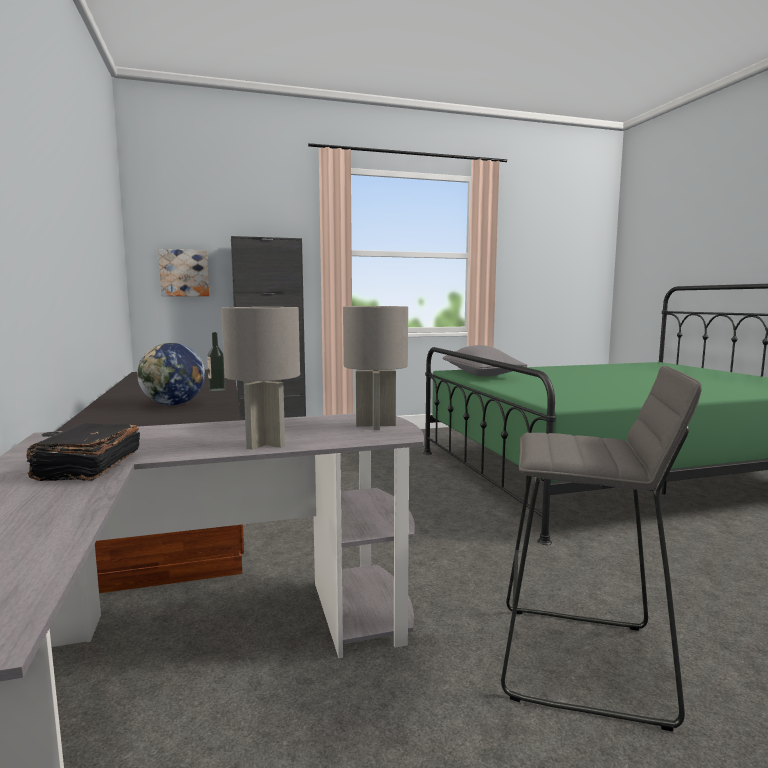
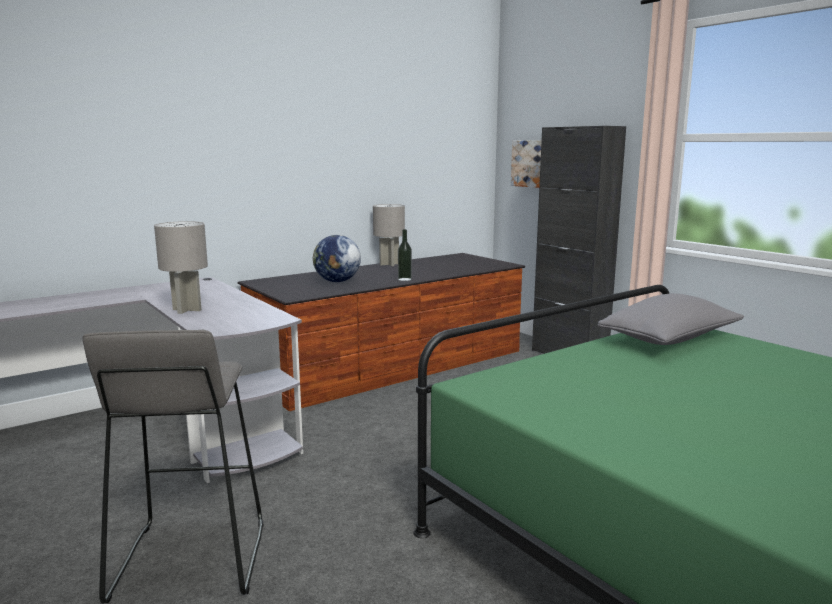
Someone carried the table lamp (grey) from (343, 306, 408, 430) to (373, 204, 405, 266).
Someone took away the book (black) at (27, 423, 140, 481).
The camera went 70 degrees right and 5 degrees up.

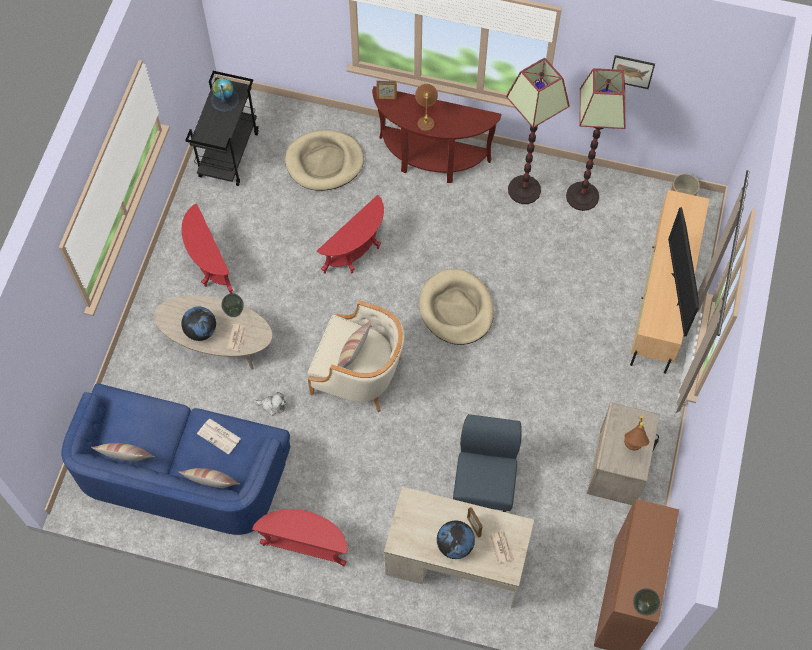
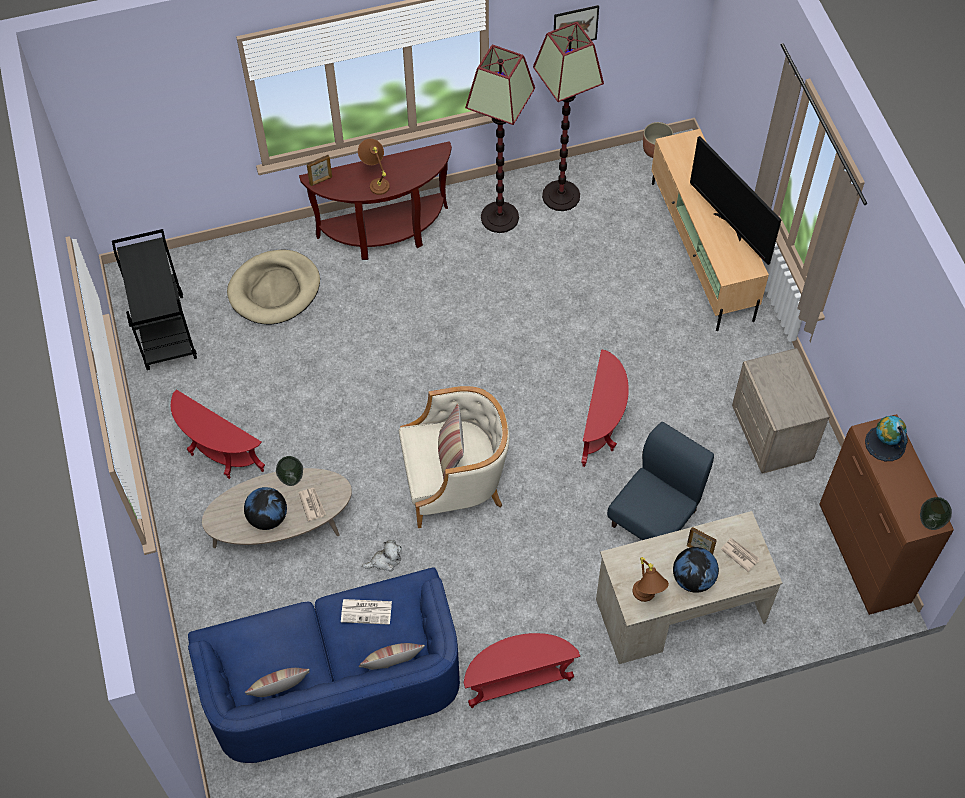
Someone carried the globe from (210, 78, 240, 112) to (865, 416, 908, 461).
Someone carried the side table (red) from (317, 195, 384, 274) to (581, 349, 629, 467).
Someone took away the dog bed (beige) at (419, 269, 494, 345).
Someone rotated the chair (blue) at (453, 414, 522, 512) by 60 degrees clockwise.
Someone carried the table lamp (brown) from (624, 416, 650, 450) to (632, 557, 669, 602).
The camera went 30 degrees left and 5 degrees down.

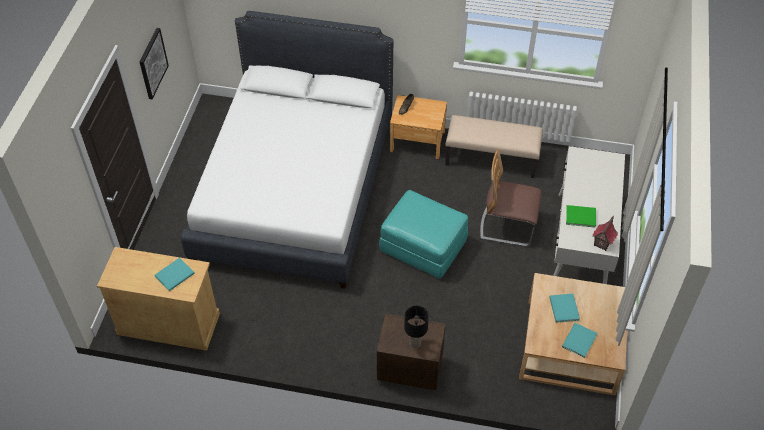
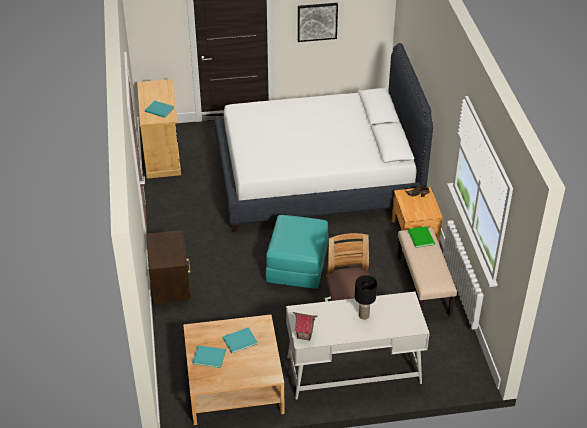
Someone carried the book (green) from (566, 205, 596, 228) to (408, 226, 435, 248).
Someone carried the table lamp (black) from (404, 306, 429, 348) to (355, 275, 377, 320).
The camera went 70 degrees right and 10 degrees down.

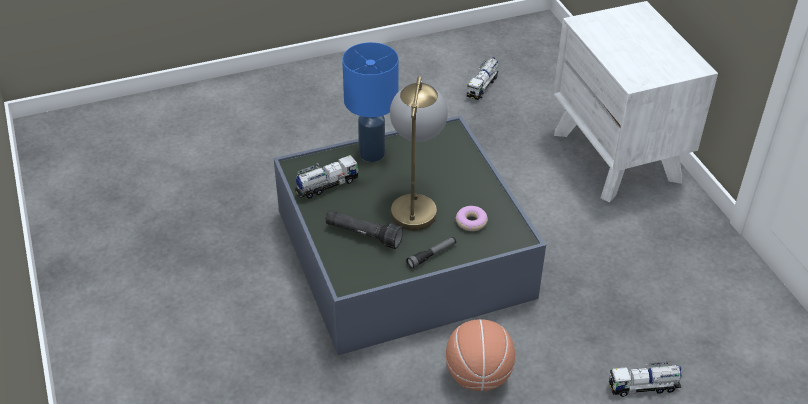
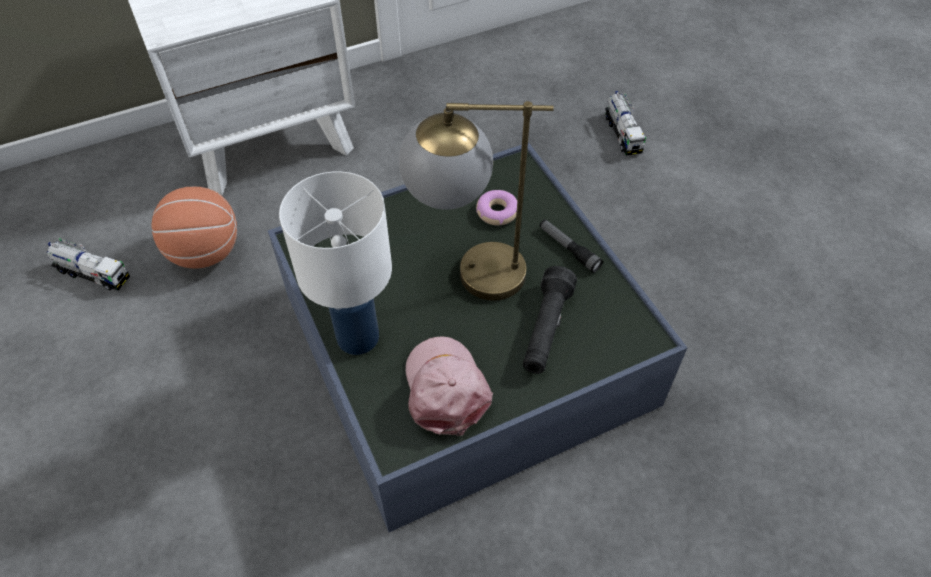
Someone repainted the table lamp (blue) at (342, 42, 399, 162), which became the table lamp (white) at (279, 171, 392, 355).
Someone swapped the toy truck at (294, 155, 358, 199) for the cap (pink) at (405, 337, 493, 436).
Someone carried the basketball from (446, 319, 515, 391) to (151, 186, 237, 269).
The camera went 95 degrees left and 10 degrees up.

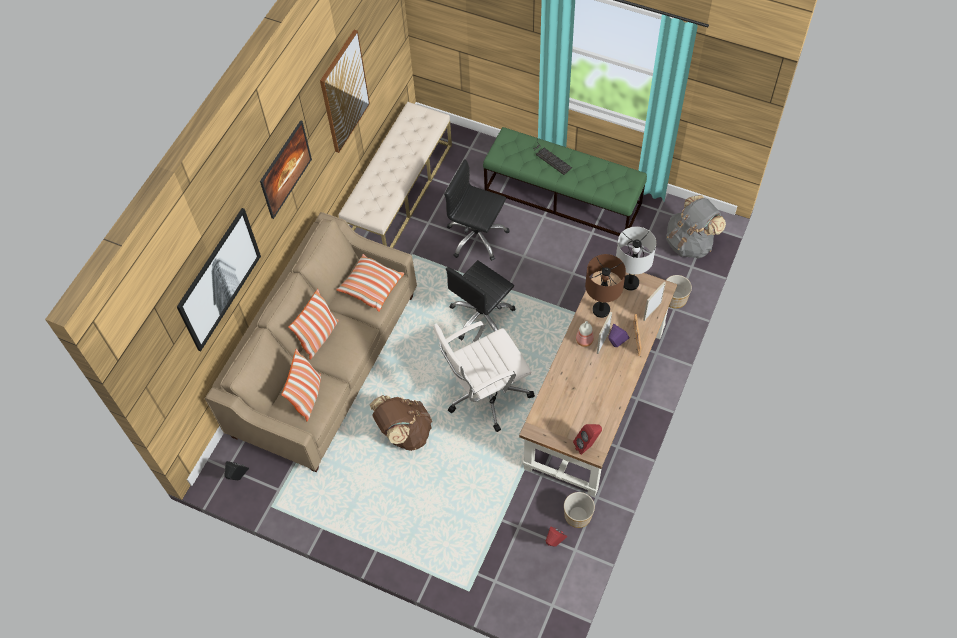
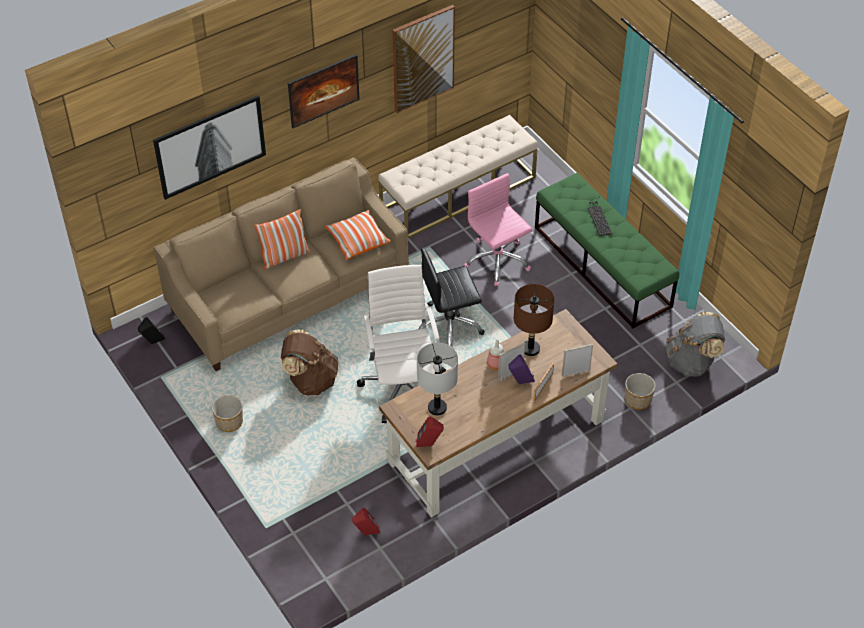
Someone repainted the office chair (black) at (444, 159, 510, 261), which became the office chair (pink) at (464, 173, 532, 286).
Someone carried the table lamp (grey) from (616, 227, 656, 291) to (417, 343, 458, 416).
Someone rotated the office chair (white) at (434, 321, 535, 432) by 75 degrees clockwise.
Someone took away the pillow at (281, 349, 321, 421).
Someone carried the planter from (564, 492, 595, 528) to (212, 395, 243, 432).
The camera went 30 degrees right and 10 degrees down.

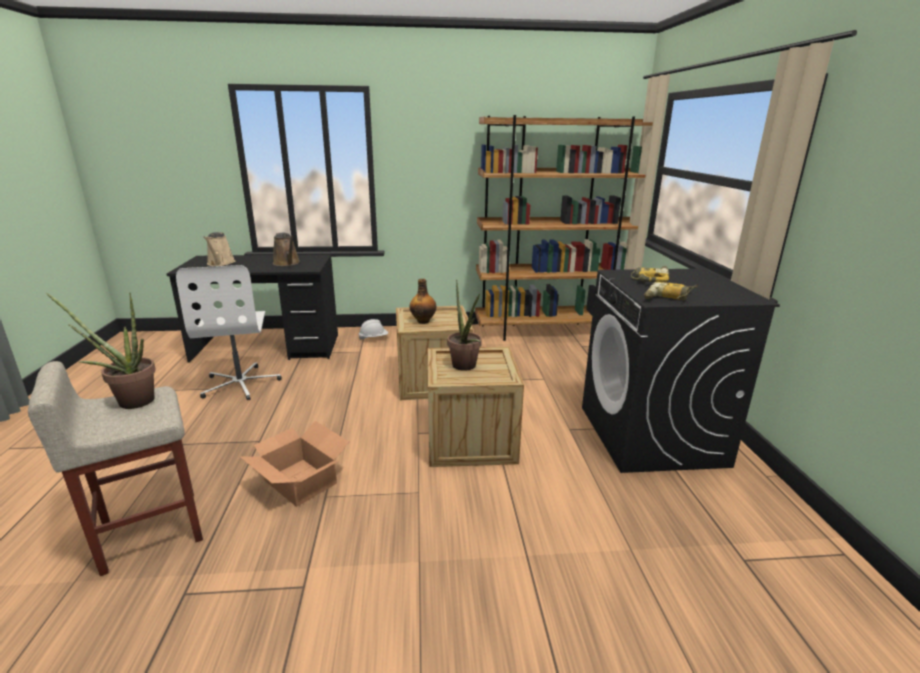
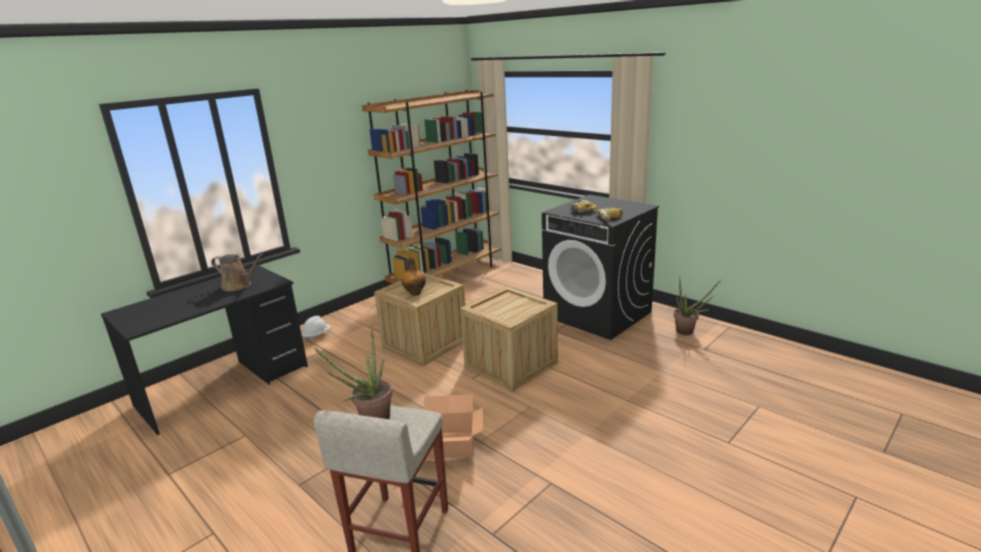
Someone took away the watering can (beige) at (203, 232, 235, 266).
Someone took away the office chair (white) at (176, 265, 282, 400).
Someone carried the potted plant from (447, 280, 482, 371) to (674, 279, 721, 335).
The camera went 40 degrees left and 0 degrees up.

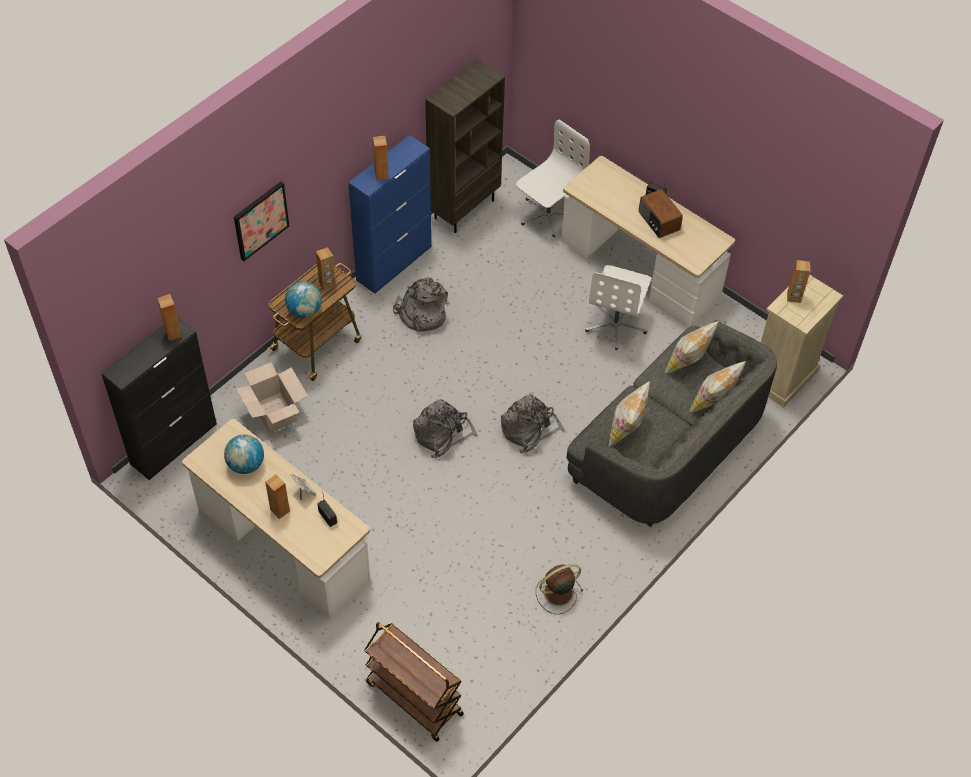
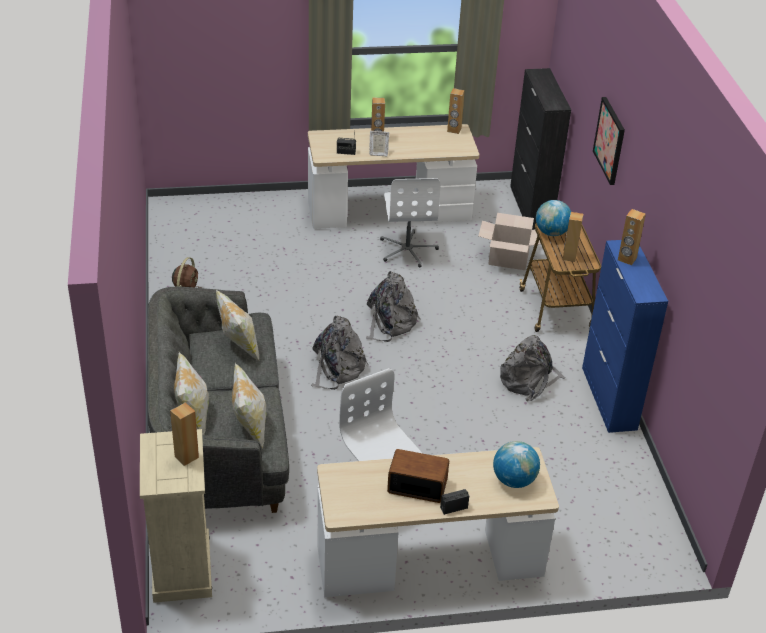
Someone took away the bookcase (brown) at (426, 59, 505, 233).
Someone carried the office chair (white) from (516, 120, 590, 237) to (380, 178, 440, 268).
Someone carried the speaker (brown) from (157, 294, 182, 341) to (447, 88, 465, 134).
Someone carried the globe from (224, 435, 264, 474) to (493, 441, 540, 488).
Someone took away the cart (brown) at (364, 622, 464, 742).
The camera went 130 degrees right and 15 degrees down.

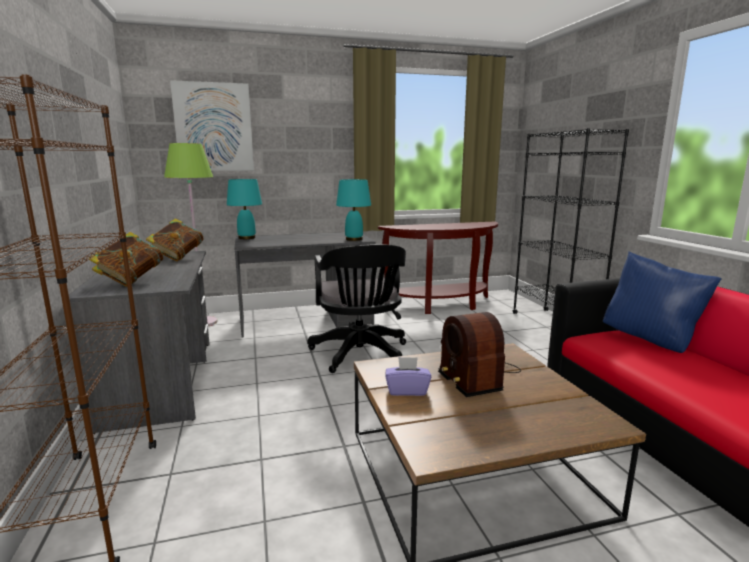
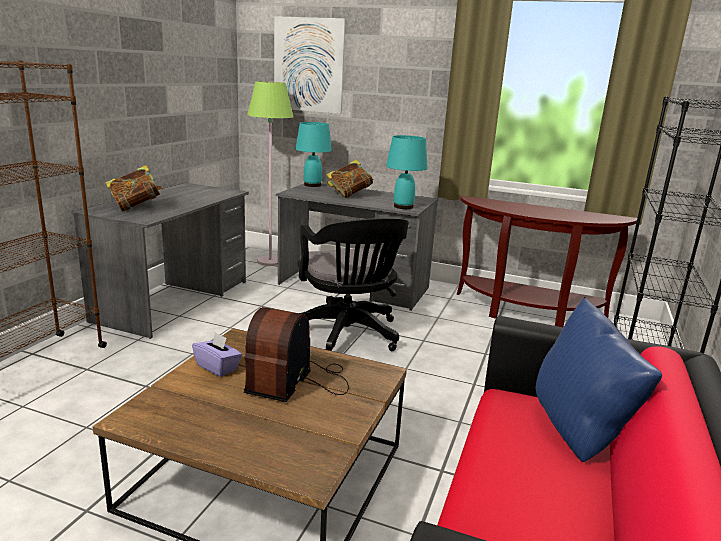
Someone carried the book from (146, 218, 204, 261) to (326, 160, 374, 198).
Someone rotated the office chair (black) at (308, 244, 406, 373) by 45 degrees counterclockwise.
The camera went 35 degrees right and 5 degrees up.

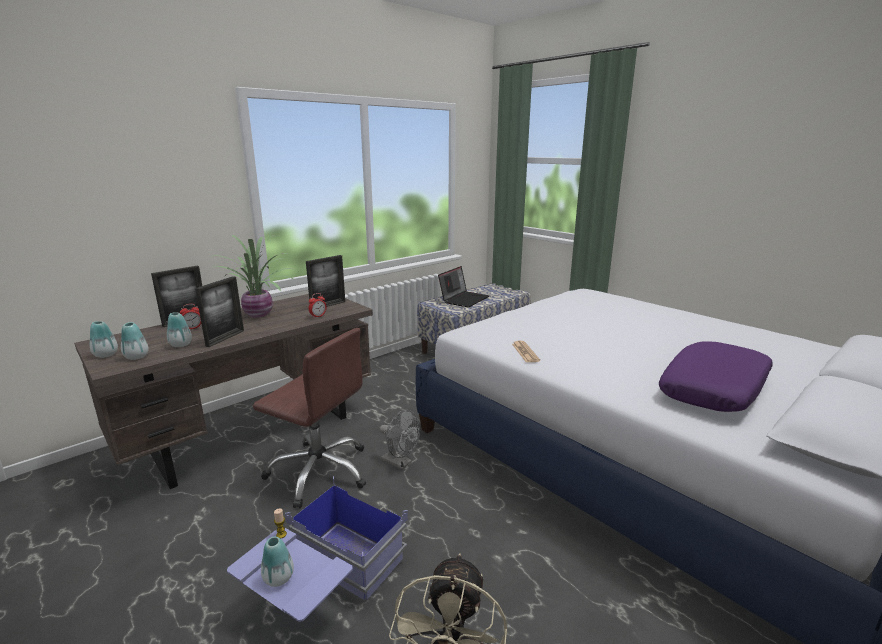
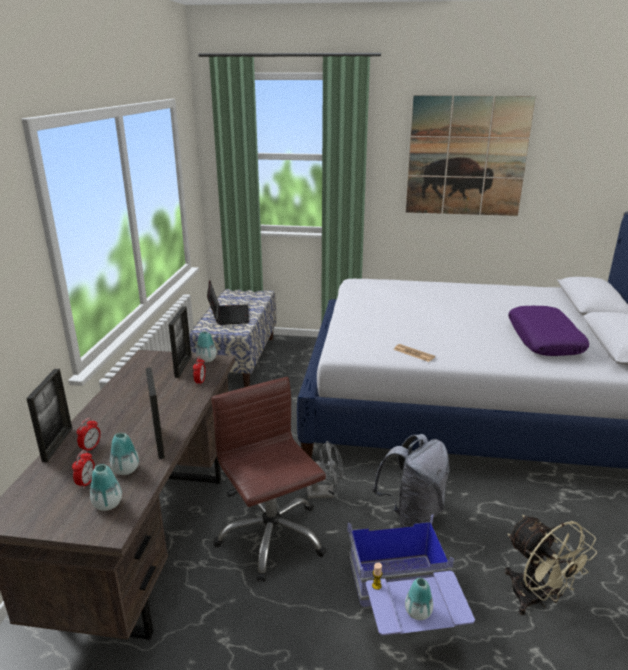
Someone took away the potted plant at (210, 235, 298, 318).
Someone carried the vase from (89, 321, 118, 358) to (196, 331, 216, 363).
Someone rotated the office chair (brown) at (253, 328, 366, 509) by 105 degrees counterclockwise.
Someone put up the picture at (406, 95, 536, 216).
Someone put down the backpack (grey) at (372, 434, 450, 527).
Someone put down the alarm clock at (72, 450, 95, 489).
The camera went 40 degrees left and 5 degrees up.

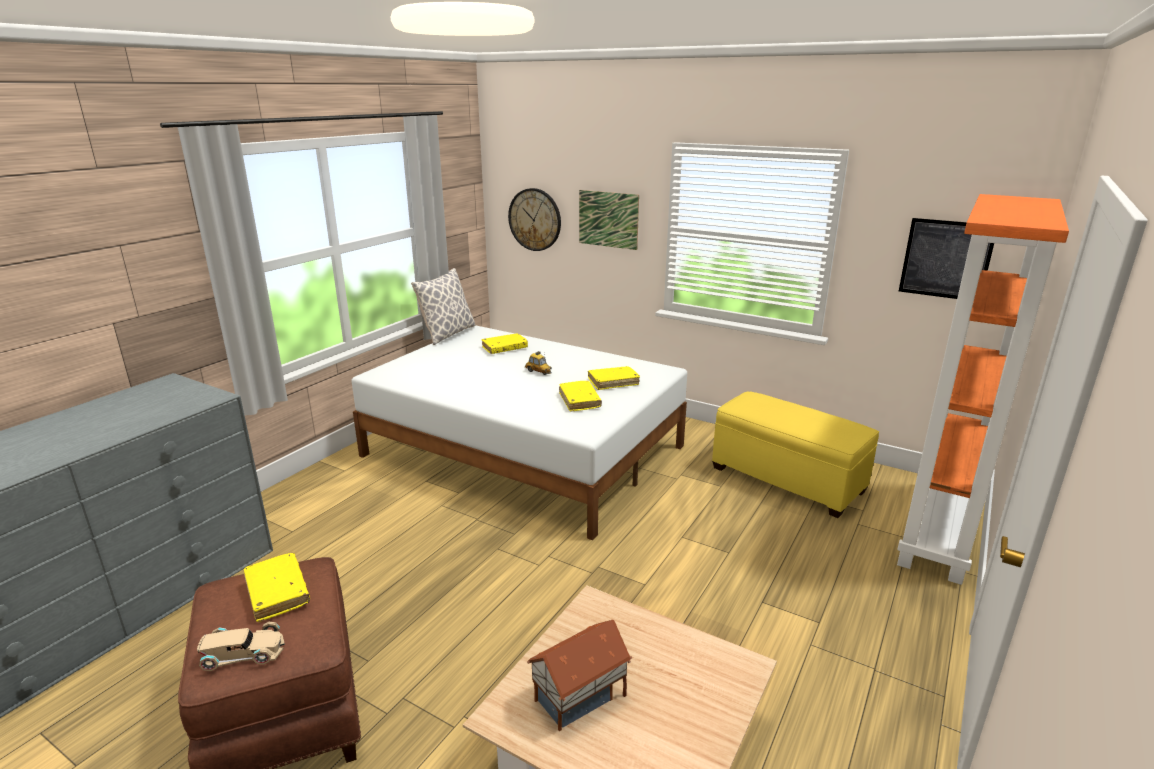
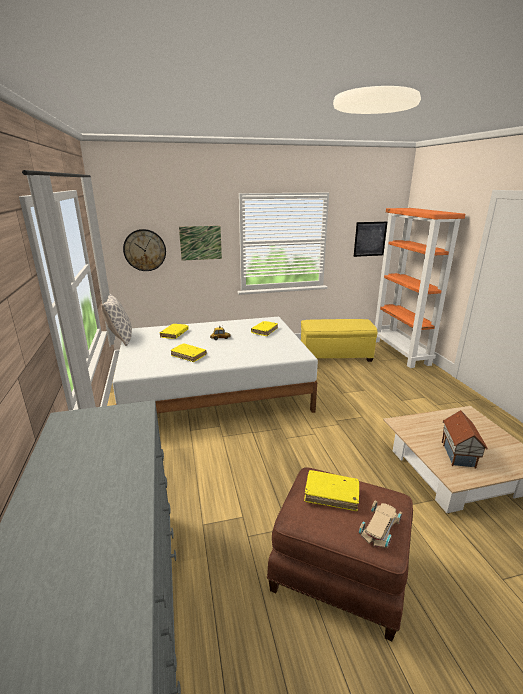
Someone carried the book (yellow) from (559, 381, 602, 412) to (171, 343, 207, 362).
The camera went 45 degrees left and 0 degrees up.

